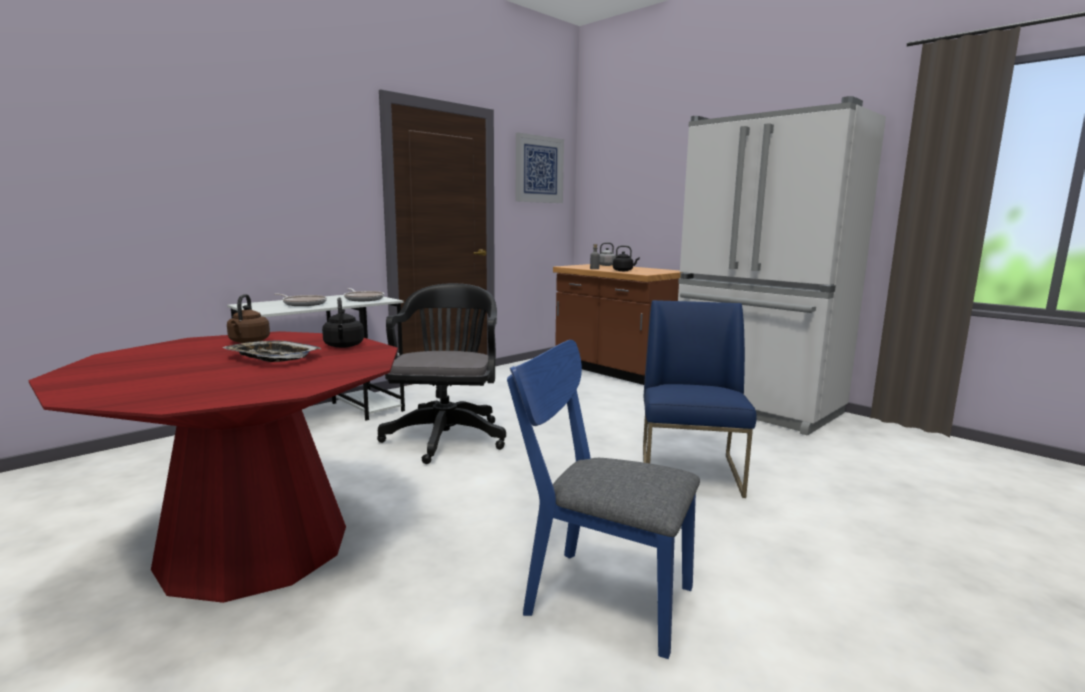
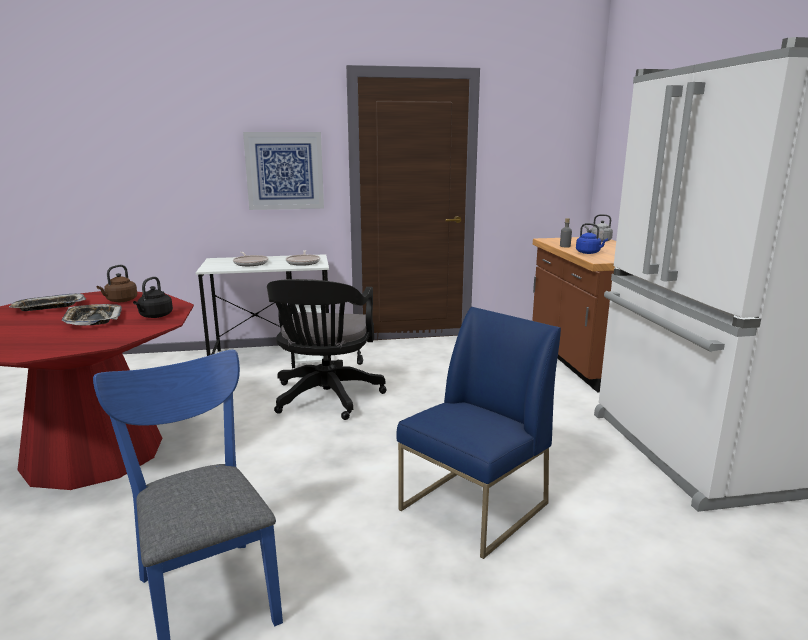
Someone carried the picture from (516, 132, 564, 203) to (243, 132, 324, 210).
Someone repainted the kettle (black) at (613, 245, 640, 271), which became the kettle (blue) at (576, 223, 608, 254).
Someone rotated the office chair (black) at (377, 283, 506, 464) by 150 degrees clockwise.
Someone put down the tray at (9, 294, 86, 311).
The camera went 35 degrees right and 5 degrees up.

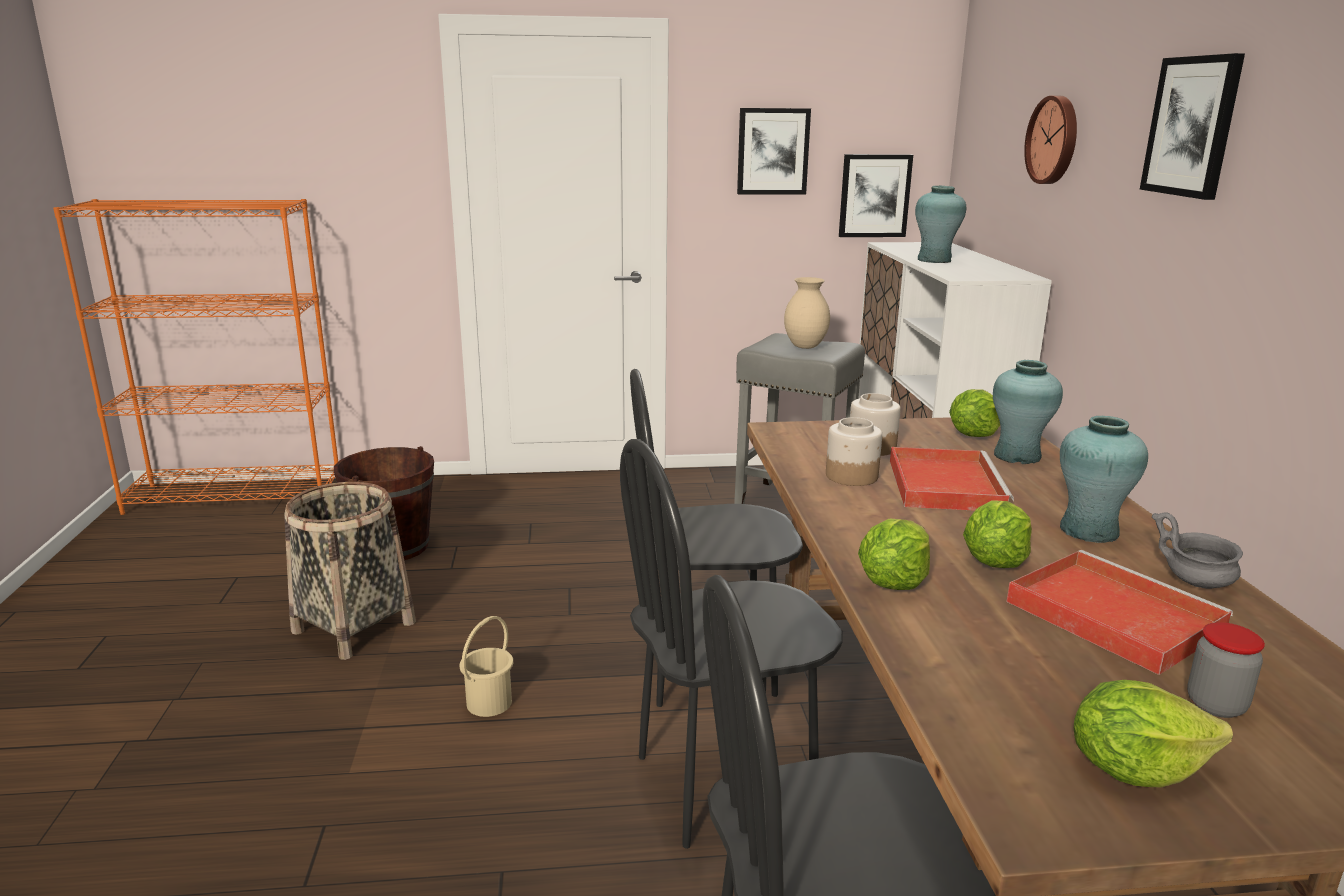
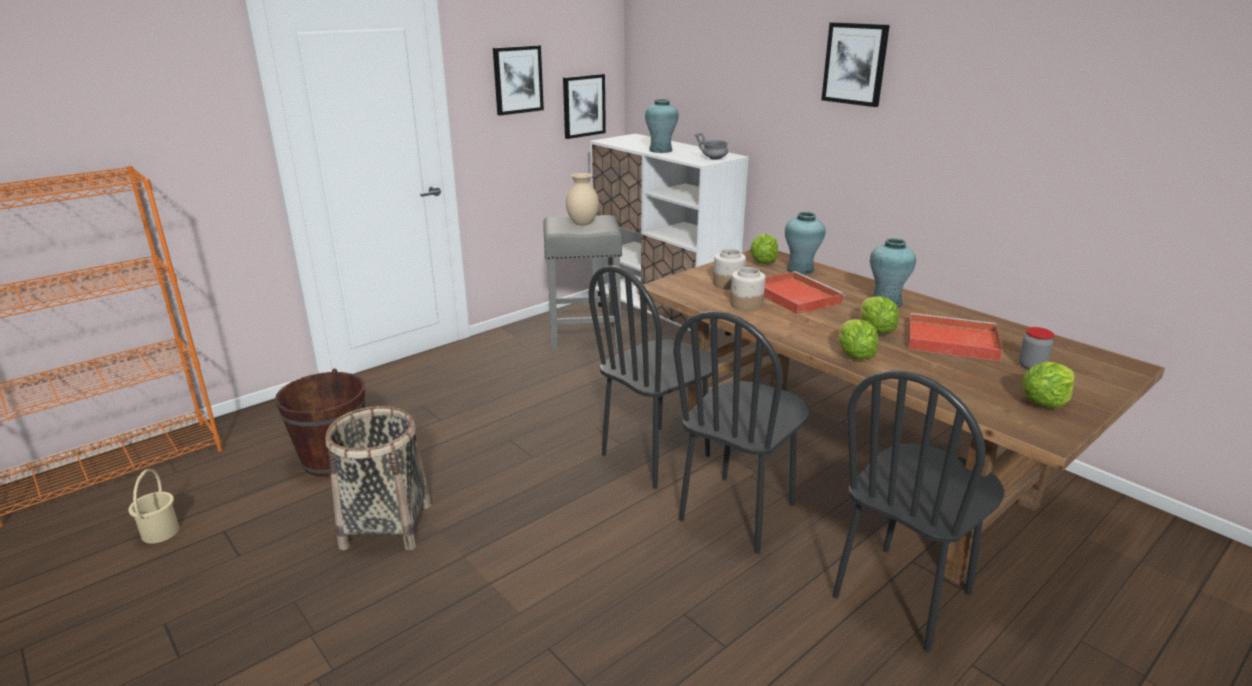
Someone took away the wall clock at (1024, 96, 1077, 184).
Someone carried the bowl (grey) from (1152, 513, 1243, 589) to (695, 133, 728, 160).
Someone carried the bucket (beige) from (460, 616, 513, 717) to (128, 469, 179, 544).
The camera went 35 degrees left and 5 degrees up.

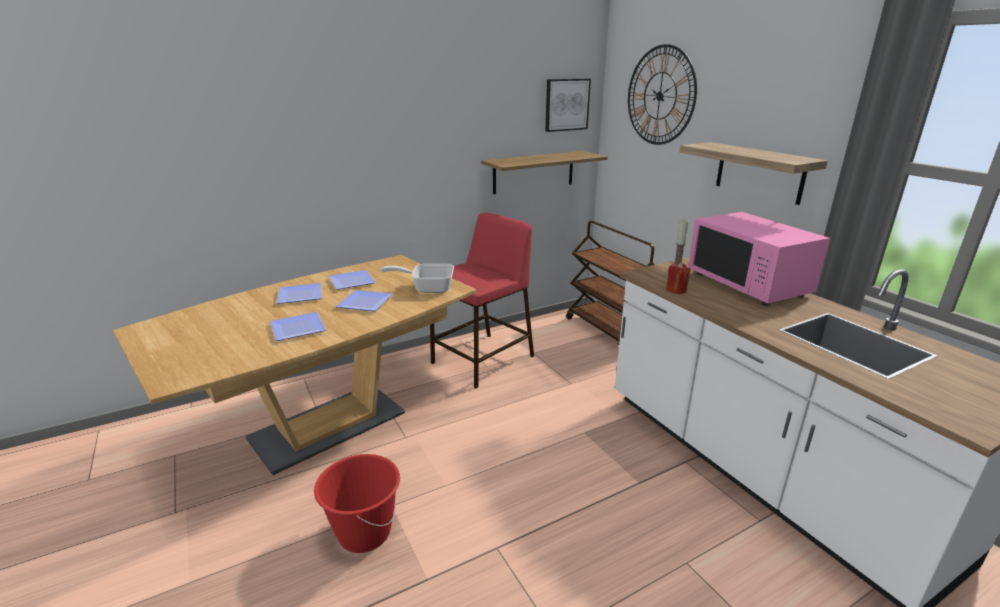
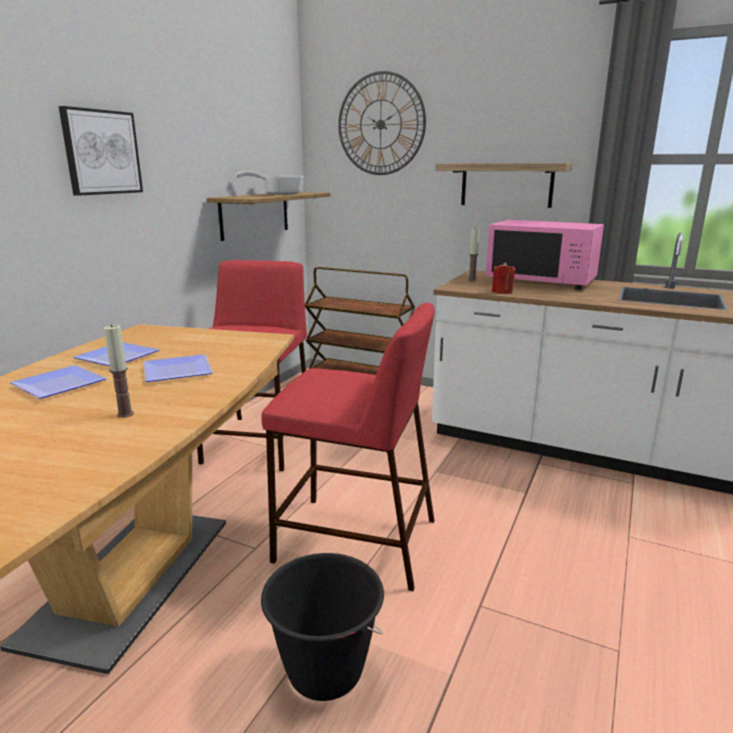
Someone carried the picture from (545, 79, 591, 132) to (59, 106, 143, 196).
Someone carried the frying pan from (380, 264, 454, 293) to (235, 171, 304, 195).
Someone swapped the plate at (270, 312, 327, 341) for the candle at (104, 324, 134, 418).
Someone repainted the bucket (red) at (314, 454, 400, 553), which became the bucket (black) at (261, 553, 384, 701).
Someone put down the stool (red) at (262, 303, 435, 591).
The camera went 35 degrees left and 5 degrees down.

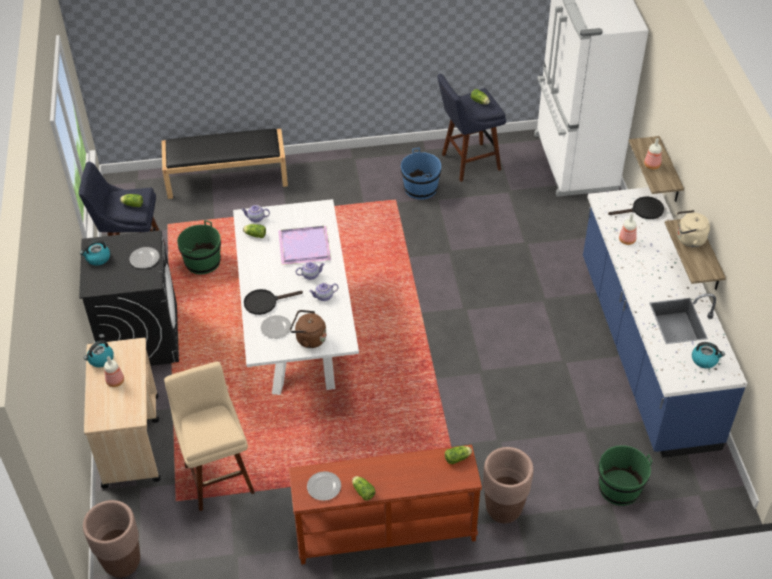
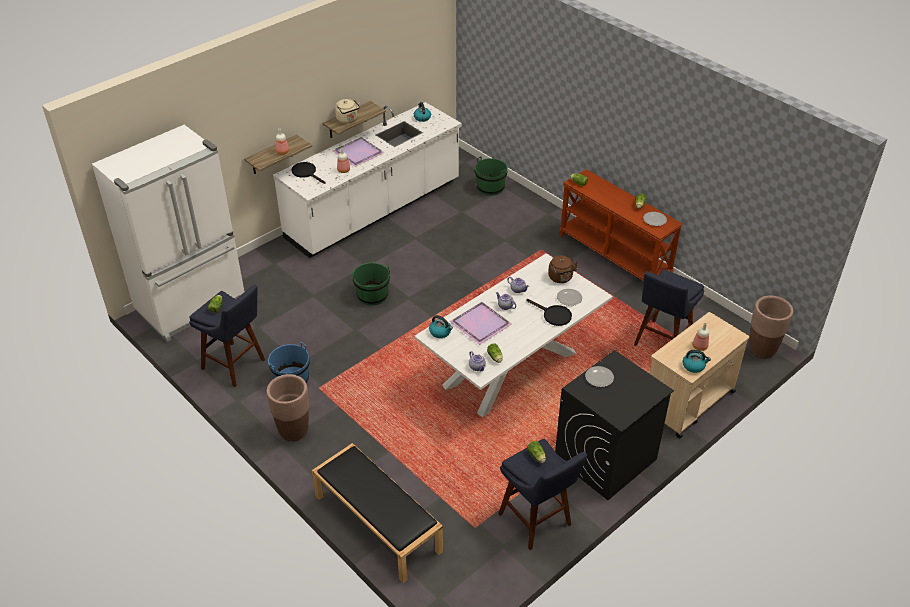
Someone repainted the counter (blue) at (583, 187, 747, 458), which became the counter (white) at (273, 102, 462, 258).
Someone carried the bucket (green) from (177, 220, 221, 274) to (351, 263, 390, 305).
Someone carried the kettle from (80, 240, 110, 266) to (429, 315, 453, 338).
Someone repainted the stool (beige) at (164, 362, 255, 511), which became the stool (blue) at (634, 269, 704, 346).
Someone carried the planter (brown) from (483, 447, 533, 523) to (267, 374, 309, 441).
Someone put down the tray (purple) at (333, 137, 384, 167).
The camera went 125 degrees left and 5 degrees down.

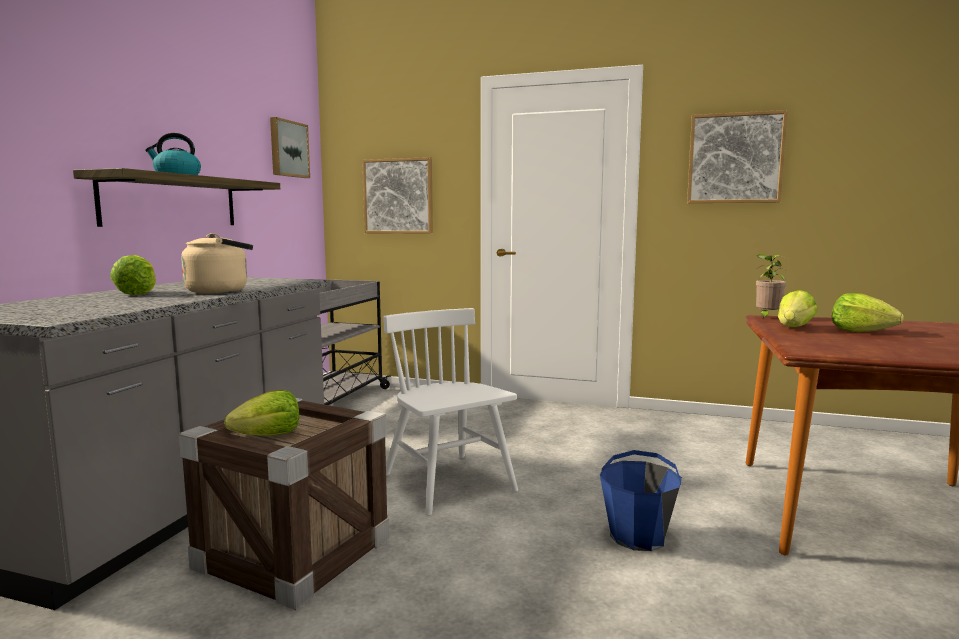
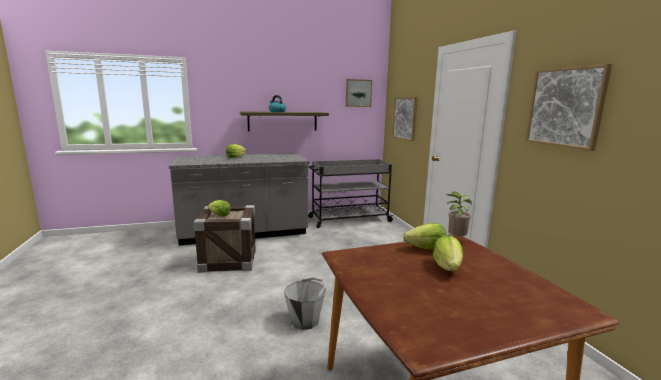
Someone took away the kettle (beige) at (181, 233, 253, 294).
Someone took away the chair (white) at (383, 308, 518, 516).
Someone repainted the bucket (blue) at (600, 450, 682, 551), which became the bucket (grey) at (284, 278, 326, 330).
The camera went 55 degrees right and 5 degrees up.

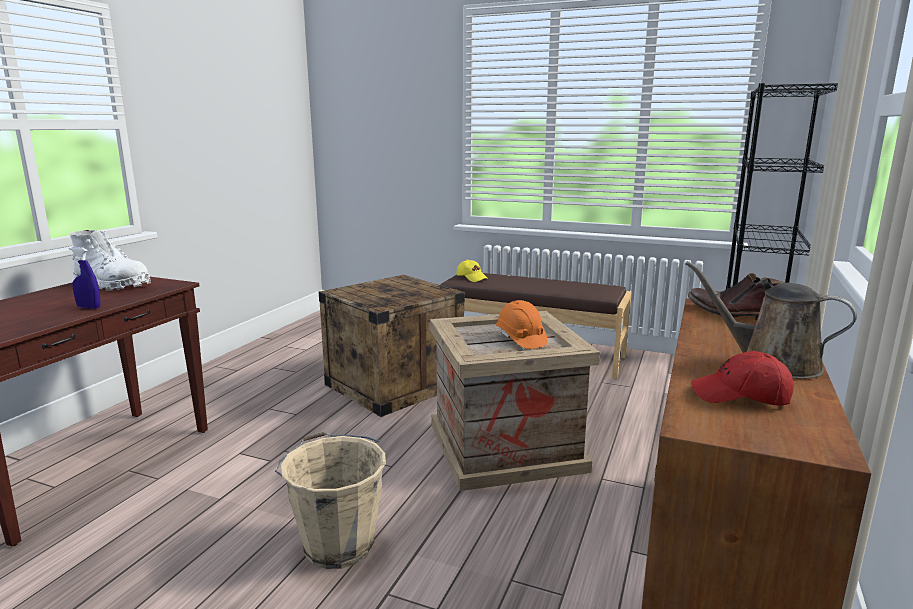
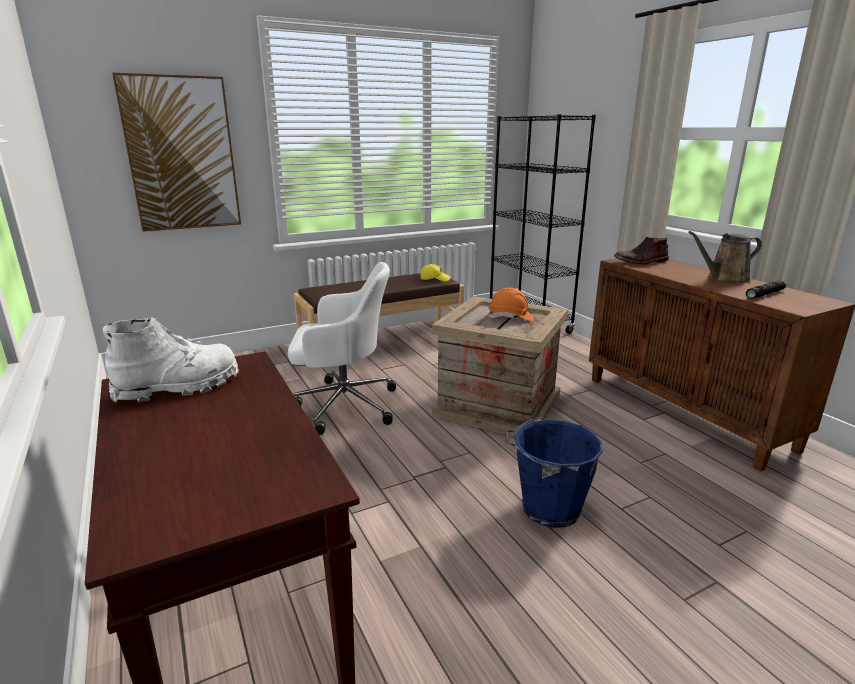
Someone took away the spray bottle (blue) at (69, 247, 101, 309).
Someone carried the cap (yellow) from (457, 259, 488, 282) to (420, 264, 450, 282).
Someone swapped the crate at (319, 275, 465, 417) for the office chair (white) at (287, 262, 396, 435).
Someone swapped the cap (red) at (691, 351, 794, 405) for the flashlight (black) at (746, 280, 786, 299).
Someone repainted the bucket (beige) at (275, 432, 386, 569), which became the bucket (blue) at (505, 417, 603, 528).
Someone put up the picture at (112, 73, 241, 232).
The camera went 50 degrees left and 5 degrees up.

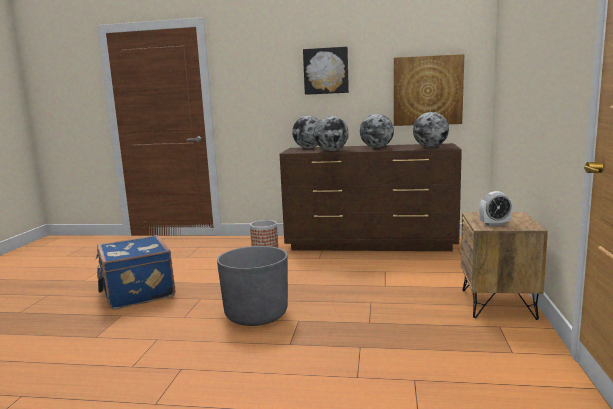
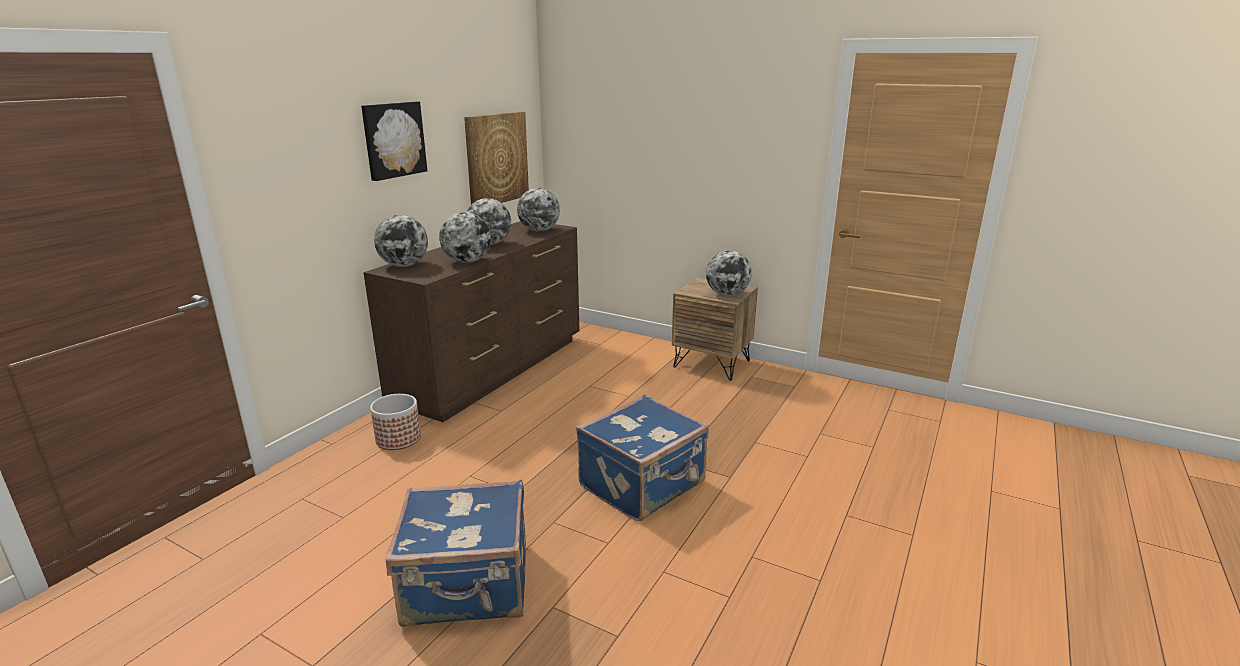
Someone swapped the alarm clock at (479, 191, 513, 226) for the globe at (706, 250, 752, 296).
Someone swapped the planter (grey) at (217, 246, 288, 326) for the suitcase (blue) at (576, 395, 709, 521).
The camera went 70 degrees left and 10 degrees up.

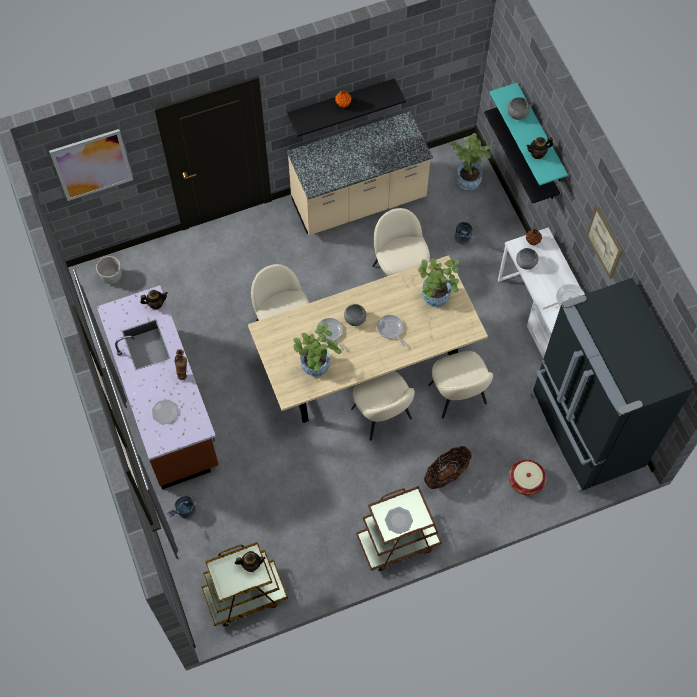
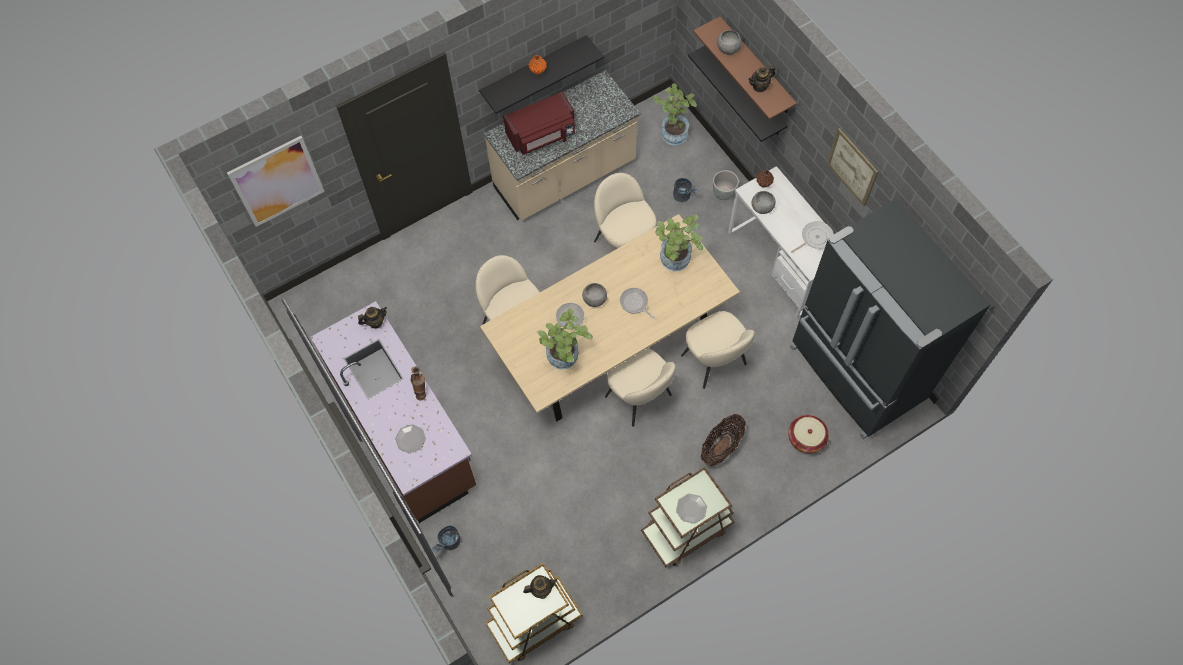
Someone repainted the shelf (turquoise) at (490, 83, 568, 186), which became the shelf (brown) at (693, 17, 797, 120).
Someone carried the planter (grey) from (96, 256, 122, 284) to (713, 170, 739, 200).
Someone put down the microwave (red) at (503, 91, 575, 155).
The camera went 10 degrees left and 0 degrees up.

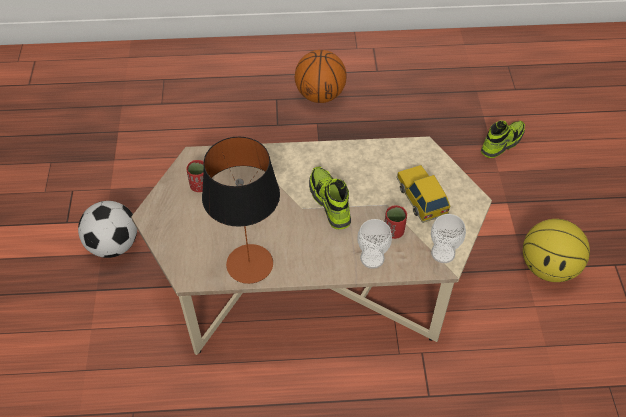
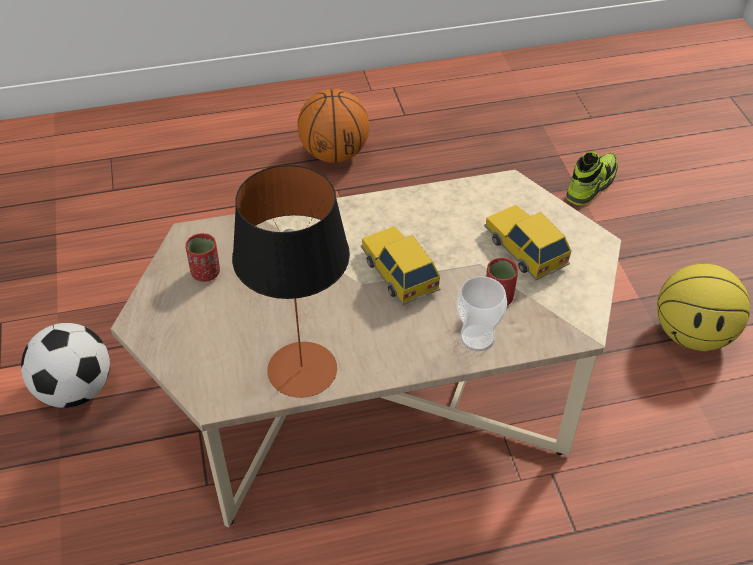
Someone swapped the shoe at (309, 166, 351, 229) for the toy car at (361, 226, 440, 305).
Someone took away the cup at (431, 214, 466, 263).
The camera went 10 degrees left and 5 degrees down.

